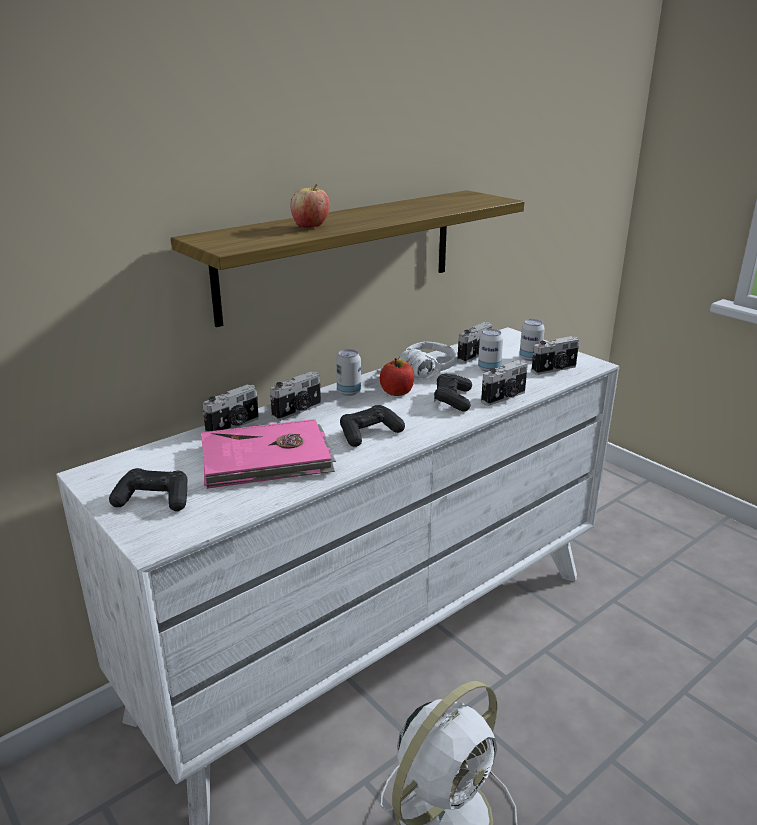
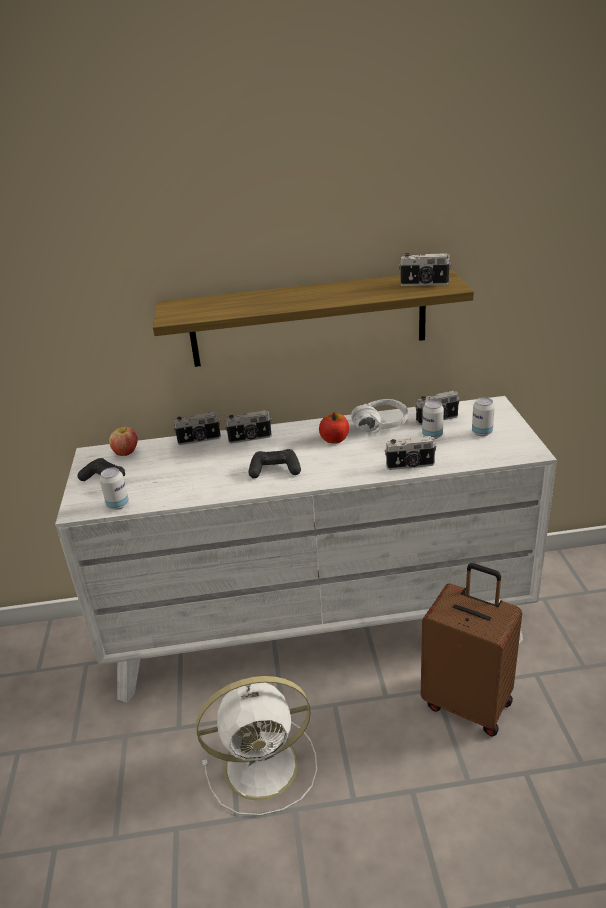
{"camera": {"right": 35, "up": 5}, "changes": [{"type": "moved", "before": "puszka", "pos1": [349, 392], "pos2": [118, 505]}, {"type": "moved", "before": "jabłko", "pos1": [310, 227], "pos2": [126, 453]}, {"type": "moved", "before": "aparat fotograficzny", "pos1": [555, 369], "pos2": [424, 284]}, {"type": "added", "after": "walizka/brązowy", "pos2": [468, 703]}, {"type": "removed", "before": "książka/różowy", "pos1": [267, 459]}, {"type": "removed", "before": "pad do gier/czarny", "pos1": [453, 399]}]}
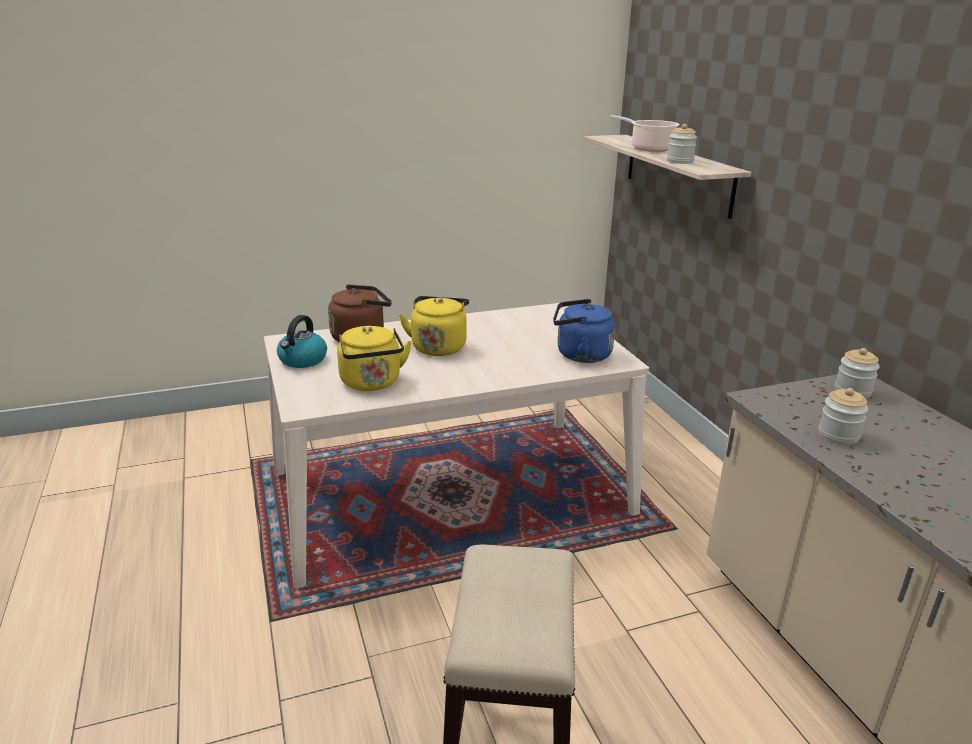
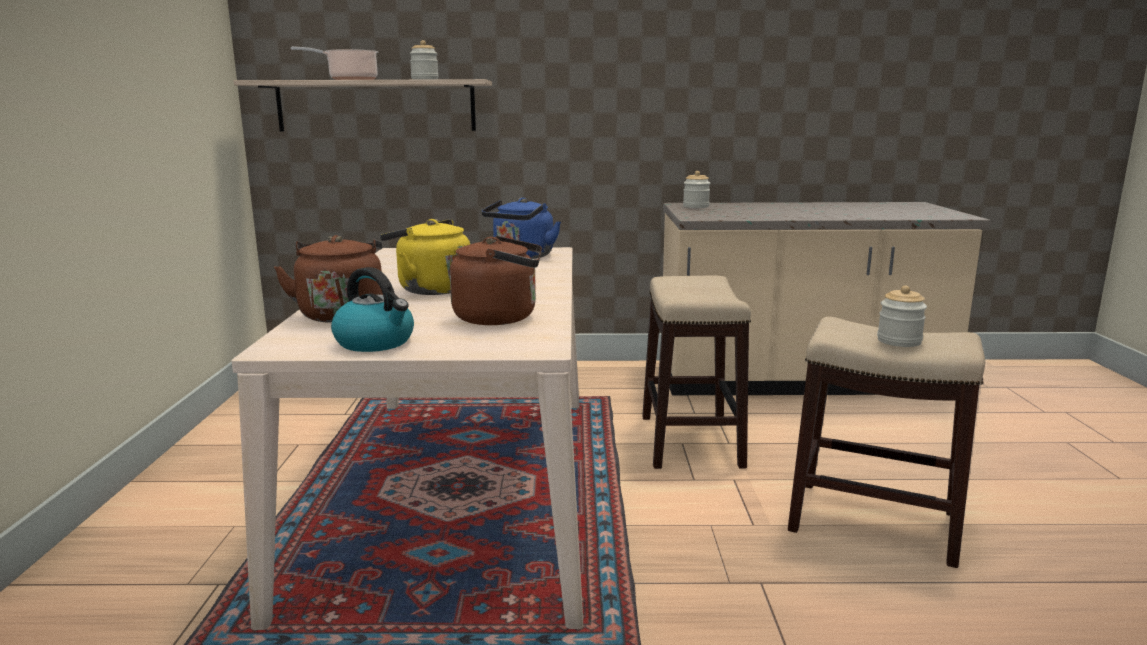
{"camera": {"right": -70, "up": -10}, "changes": [{"type": "recoloured", "before": "czajnik/żółty", "after": "czajnik/brązowy", "pos1": [372, 383], "pos2": [501, 317]}, {"type": "added", "after": "stołek", "pos2": [690, 441]}, {"type": "moved", "before": "słoik", "pos1": [838, 435], "pos2": [899, 341]}]}
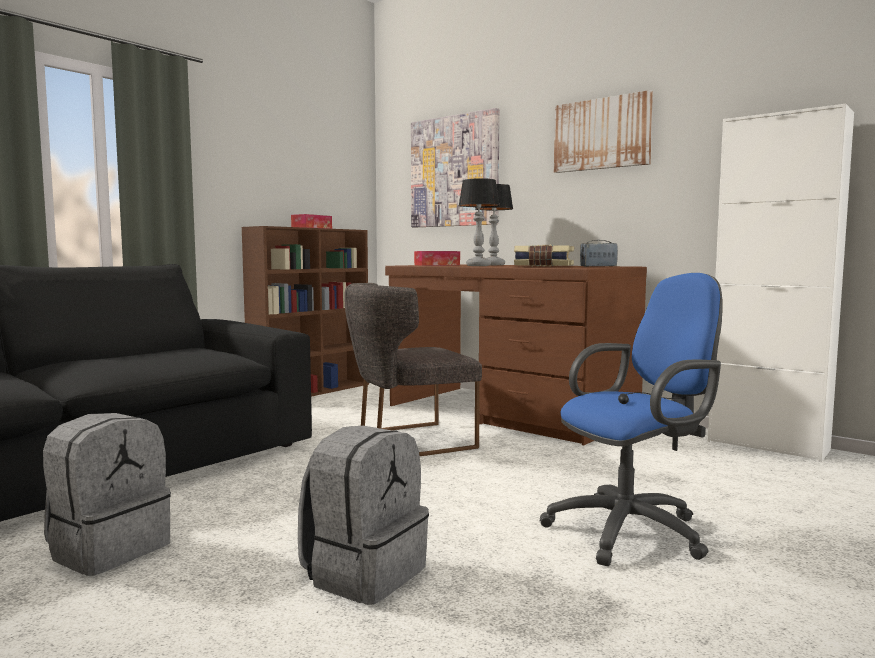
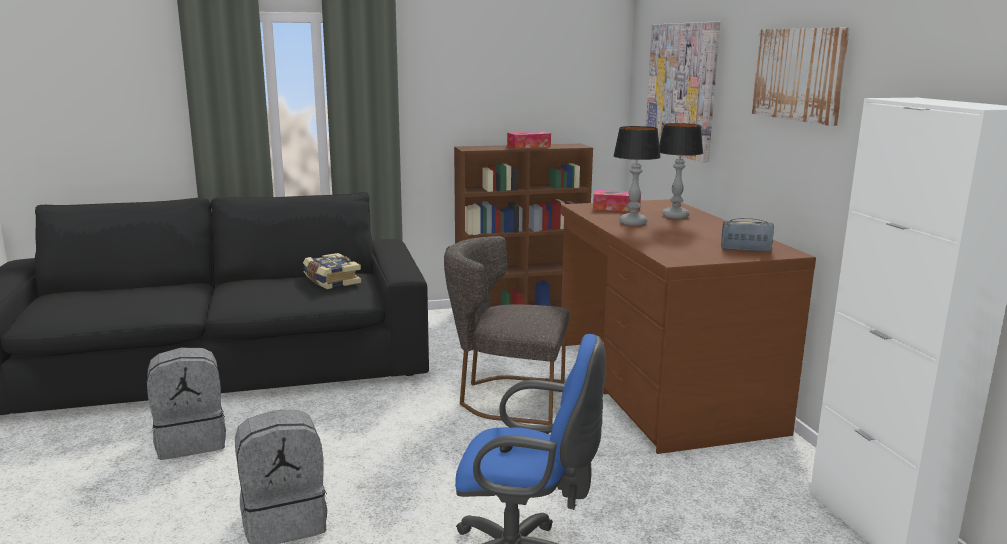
{"camera": {"right": 35, "up": 10}, "changes": [{"type": "moved", "before": "książka", "pos1": [543, 266], "pos2": [331, 281]}]}
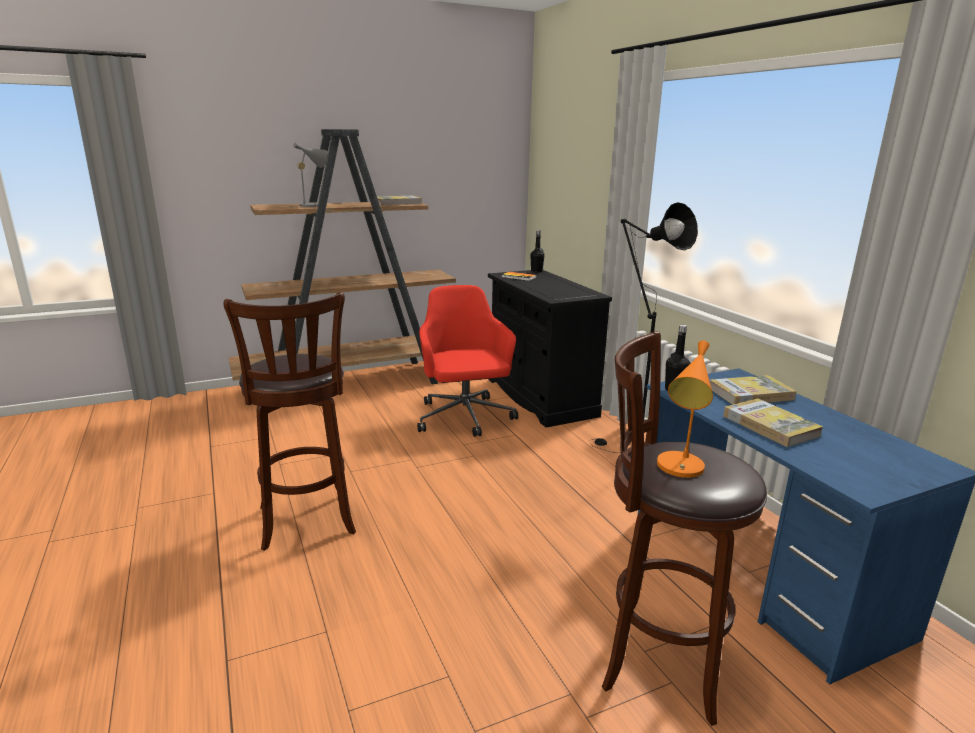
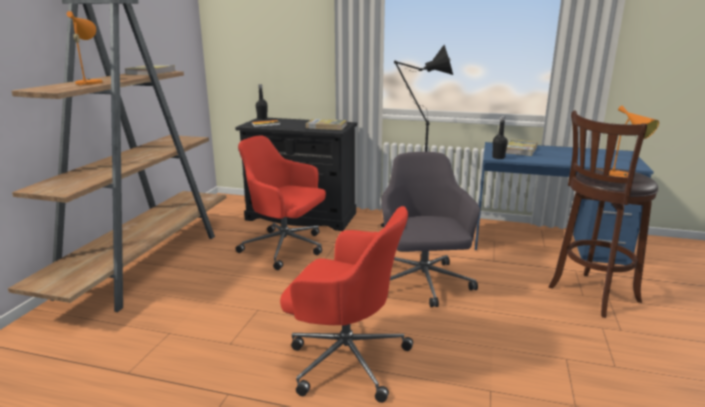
{"camera": {"right": -50, "up": 0}, "changes": [{"type": "recoloured", "before": "lampa stołowa/szary", "after": "lampa stołowa/pomarańczowy", "pos1": [313, 205], "pos2": [89, 82]}, {"type": "replaced", "before": "stołek/brązowy", "after": "krzesło biurowe/czerwony", "pos1": [307, 523], "pos2": [345, 358]}, {"type": "moved", "before": "książka", "pos1": [770, 425], "pos2": [326, 126]}, {"type": "added", "after": "krzesło biurowe/szary", "pos2": [422, 284]}]}
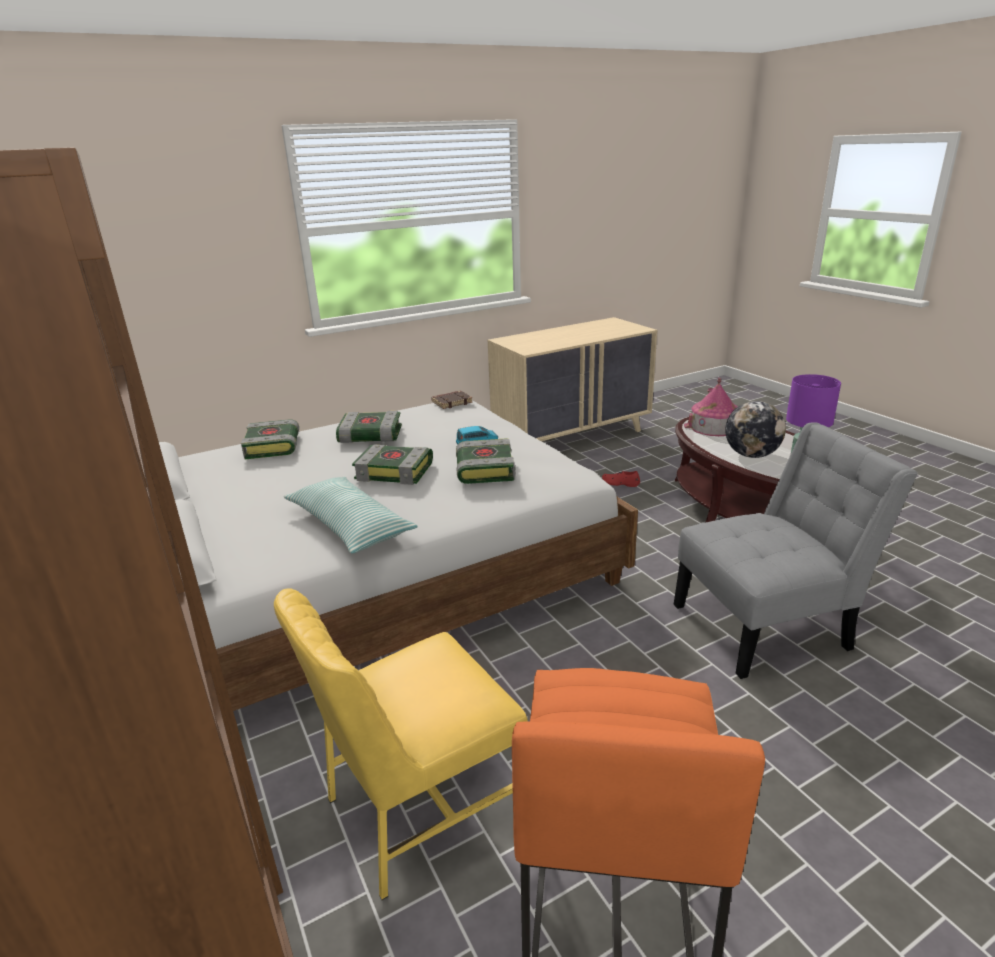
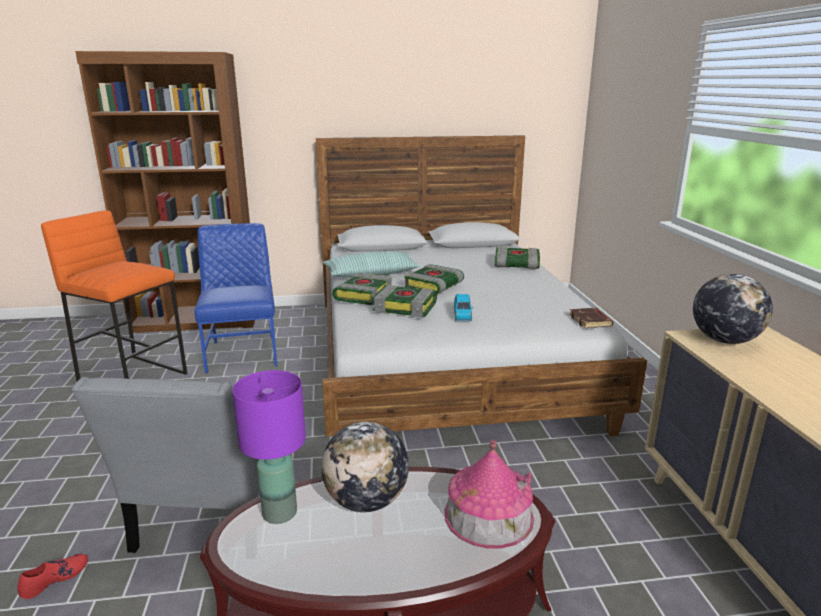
{"camera": {"right": 110, "up": -5}, "changes": [{"type": "moved", "before": "but/czerwony", "pos1": [620, 483], "pos2": [55, 579]}, {"type": "recoloured", "before": "krzesło/żółty", "after": "krzesło/niebieski", "pos1": [419, 807], "pos2": [243, 353]}, {"type": "moved", "before": "książka", "pos1": [369, 436], "pos2": [363, 295]}, {"type": "added", "after": "globus", "pos2": [724, 340]}]}
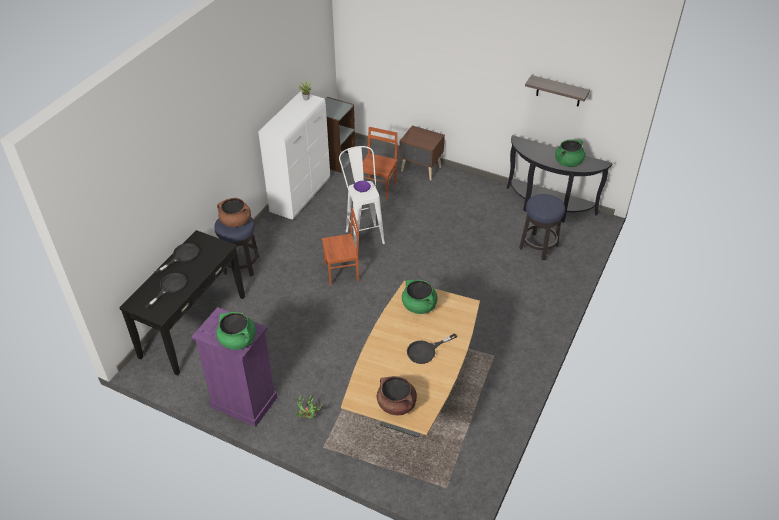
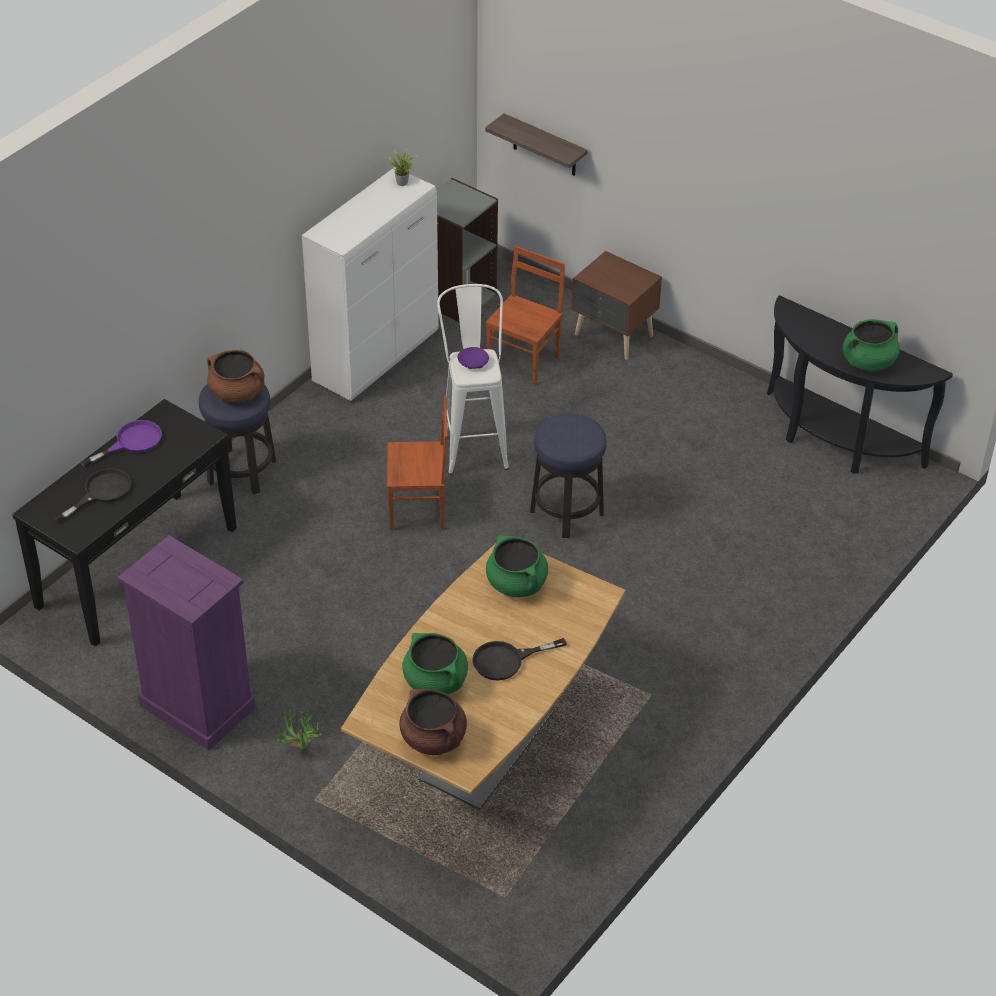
{"camera": {"right": 10, "up": 0}, "changes": [{"type": "recoloured", "before": "patelnia/czarny", "after": "patelnia/fioletowy", "pos1": [182, 256], "pos2": [131, 442]}, {"type": "moved", "before": "garnek/zielony", "pos1": [238, 340], "pos2": [436, 682]}, {"type": "moved", "before": "półka", "pos1": [558, 91], "pos2": [544, 146]}, {"type": "moved", "before": "stołek", "pos1": [538, 247], "pos2": [567, 512]}]}
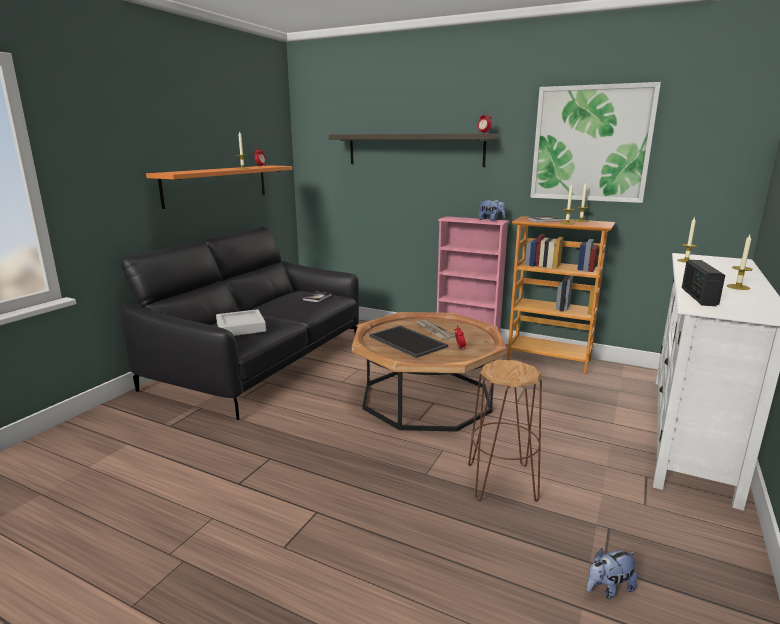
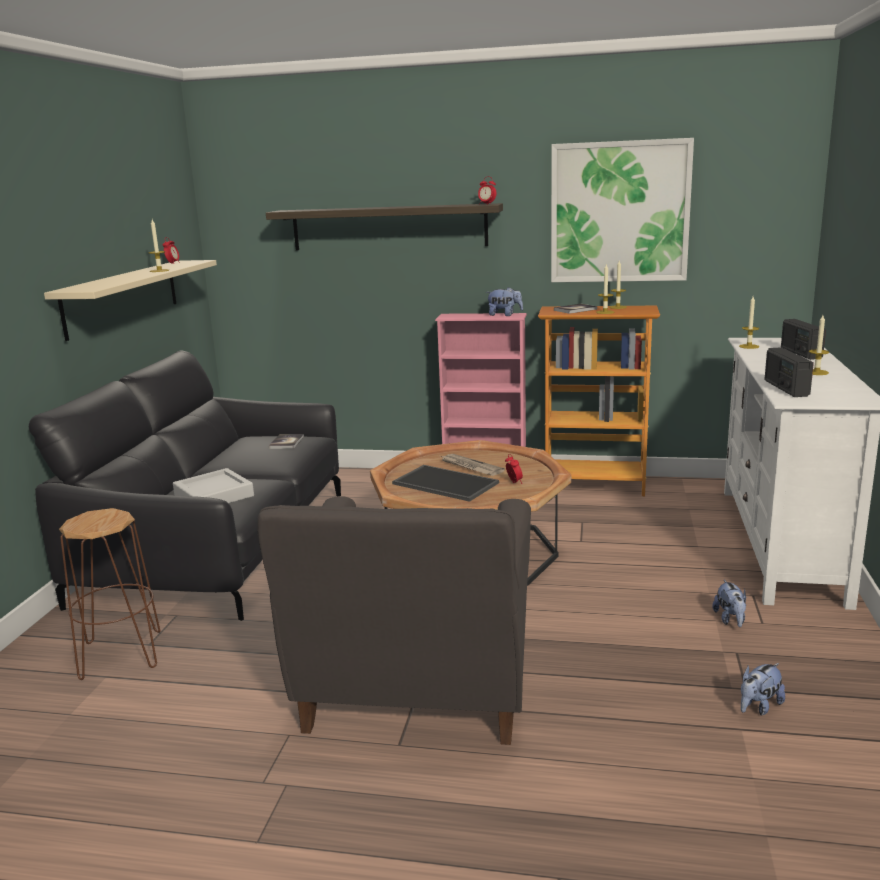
{"camera": {"right": -15, "up": 0}, "changes": [{"type": "recoloured", "before": "półka/pomarańczowy", "after": "półka/beżowy", "pos1": [217, 185], "pos2": [122, 297]}, {"type": "moved", "before": "stołek/brązowy", "pos1": [502, 482], "pos2": [121, 655]}, {"type": "added", "after": "fotel/szary", "pos2": [416, 693]}, {"type": "added", "after": "pluszak", "pos2": [730, 620]}, {"type": "added", "after": "radio", "pos2": [800, 353]}]}
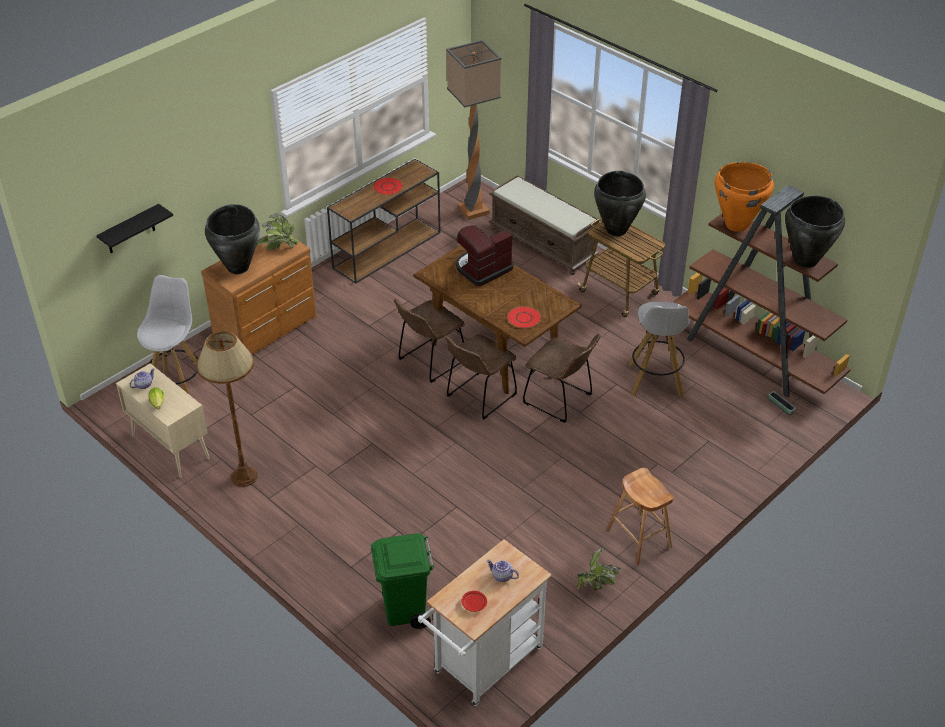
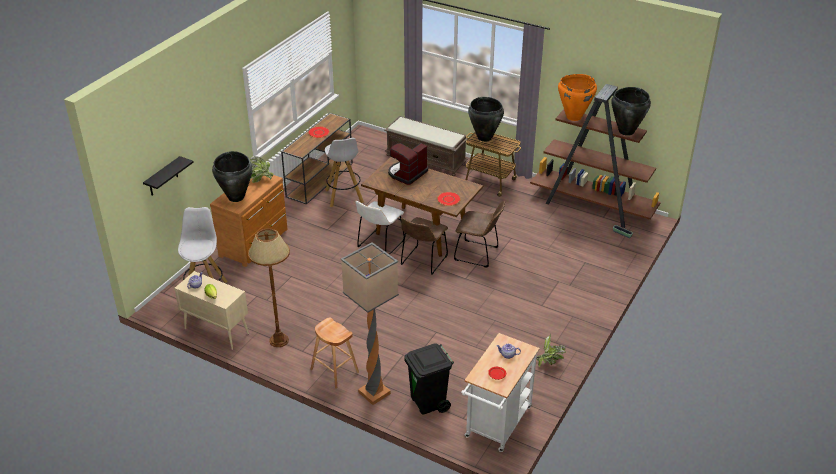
{"camera": {"right": -15, "up": -5}, "changes": [{"type": "moved", "before": "stołek/brązowy", "pos1": [639, 539], "pos2": [334, 371]}, {"type": "moved", "before": "stołek/biały", "pos1": [655, 381], "pos2": [344, 197]}, {"type": "moved", "before": "lampa stojąca", "pos1": [473, 210], "pos2": [374, 392]}, {"type": "recoloured", "before": "krzesło/brązowy", "after": "krzesło/biały", "pos1": [429, 362], "pos2": [379, 245]}, {"type": "recoloured", "before": "kosz na śmieci/zielony", "after": "kosz na śmieci/czarny", "pos1": [405, 610], "pos2": [429, 403]}]}
